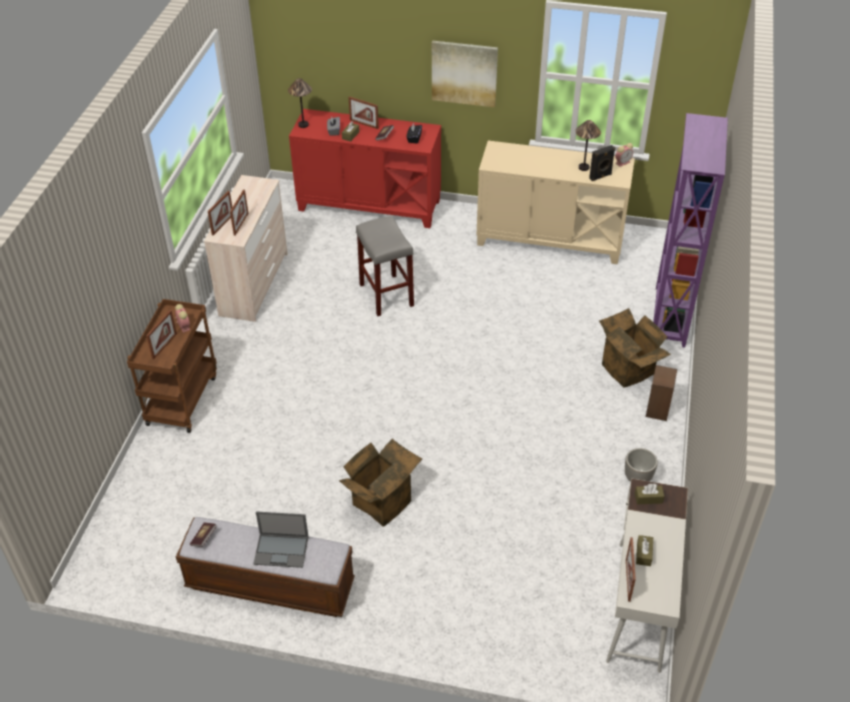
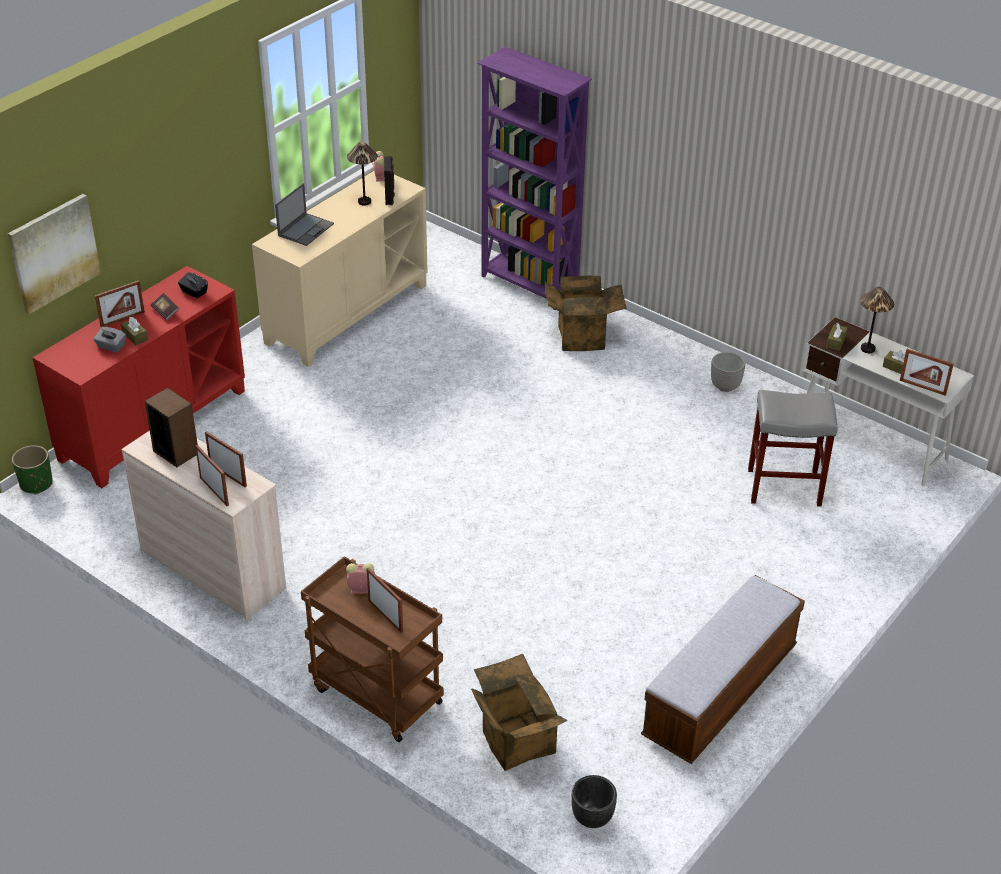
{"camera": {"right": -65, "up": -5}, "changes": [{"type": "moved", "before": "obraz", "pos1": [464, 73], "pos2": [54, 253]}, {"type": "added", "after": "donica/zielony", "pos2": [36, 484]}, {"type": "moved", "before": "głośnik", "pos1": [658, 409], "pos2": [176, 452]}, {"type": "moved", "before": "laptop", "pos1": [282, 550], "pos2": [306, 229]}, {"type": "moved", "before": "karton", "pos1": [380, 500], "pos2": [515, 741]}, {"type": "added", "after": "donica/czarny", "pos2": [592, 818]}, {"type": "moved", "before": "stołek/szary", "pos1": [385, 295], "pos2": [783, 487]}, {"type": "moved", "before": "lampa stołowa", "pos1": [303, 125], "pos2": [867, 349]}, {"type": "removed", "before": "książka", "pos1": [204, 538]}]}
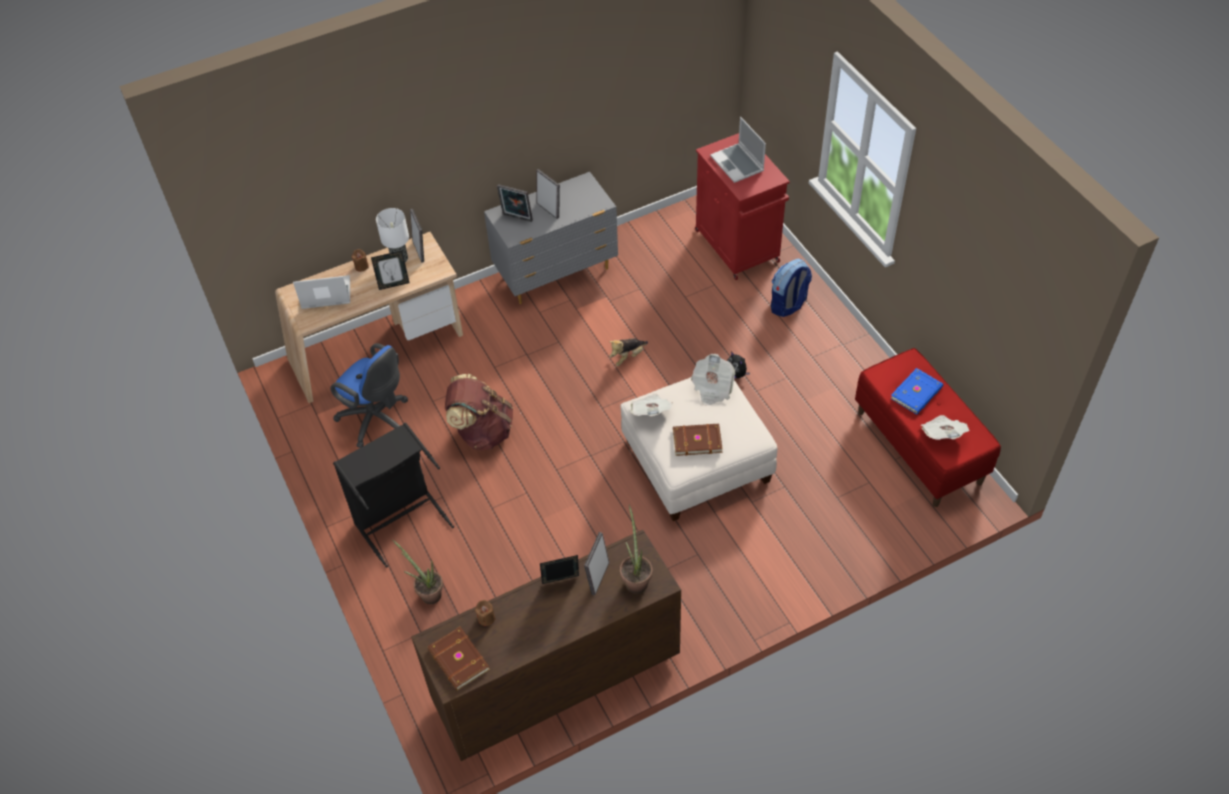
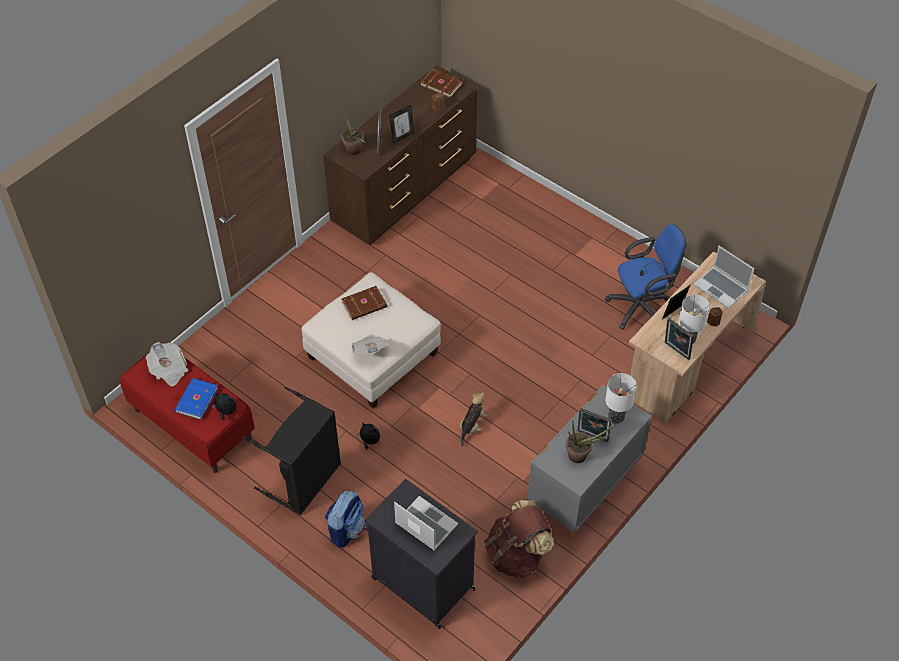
{"camera": {"right": 155, "up": 0}, "changes": [{"type": "added", "after": "pluszak", "pos2": [226, 412]}, {"type": "moved", "before": "kosz na pranie/czarny", "pos1": [399, 518], "pos2": [305, 481]}, {"type": "recoloured", "before": "szafka/czerwony", "after": "szafka/czarny", "pos1": [738, 247], "pos2": [421, 582]}, {"type": "moved", "before": "plecak/brązowy", "pos1": [482, 431], "pos2": [516, 555]}, {"type": "moved", "before": "roślina doniczkowa", "pos1": [427, 593], "pos2": [581, 456]}, {"type": "turned", "before": "krzesło biurowe/niebieski", "pos1": [377, 420], "pos2": [642, 307], "turn": 150}, {"type": "replaced", "before": "ramka na zdjęcie", "after": "lampa stołowa", "pos1": [516, 218], "pos2": [616, 417]}, {"type": "turned", "before": "laptop", "pos1": [325, 294], "pos2": [721, 288], "turn": 75}, {"type": "removed", "before": "gazeta", "pos1": [650, 412]}]}
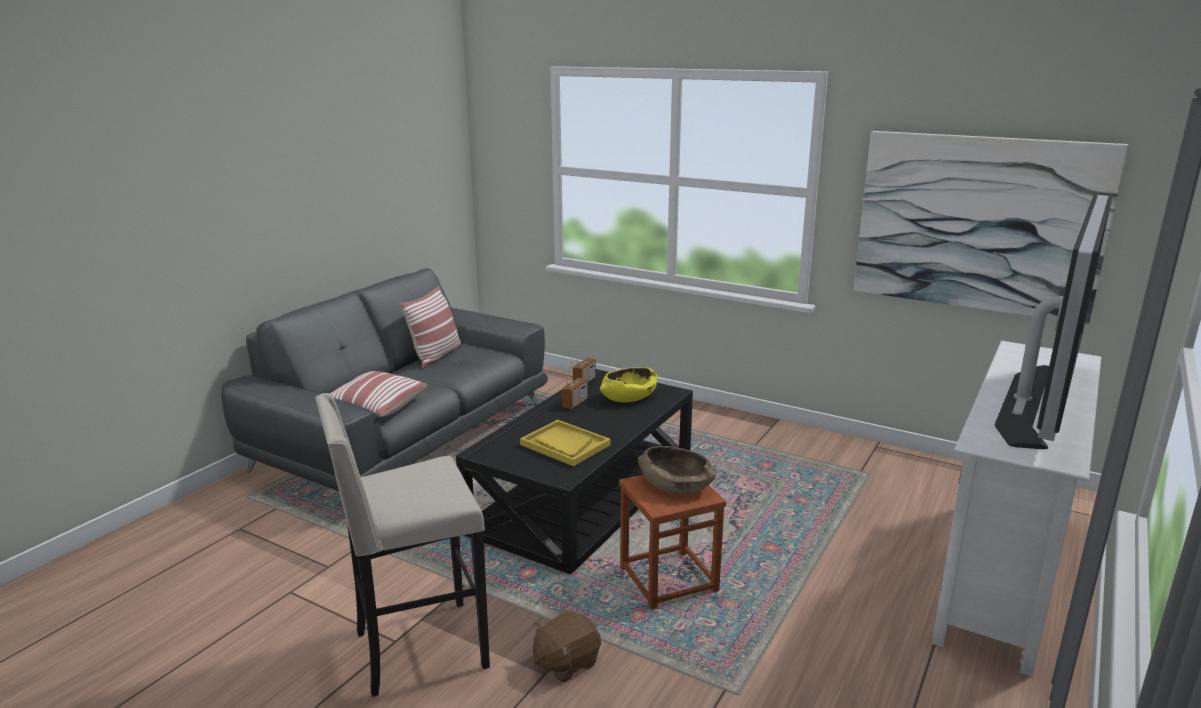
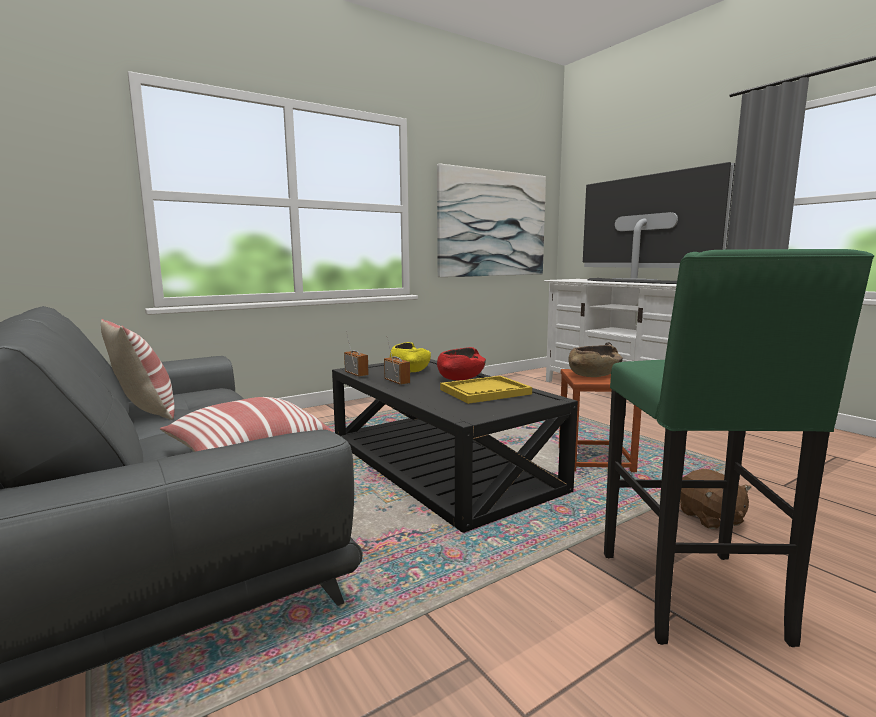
{"camera": {"right": -65, "up": -10}, "changes": [{"type": "added", "after": "miska/czerwony", "pos2": [460, 377]}, {"type": "recoloured", "before": "stołek/beżowy", "after": "stołek/zielony", "pos1": [417, 650], "pos2": [694, 598]}]}
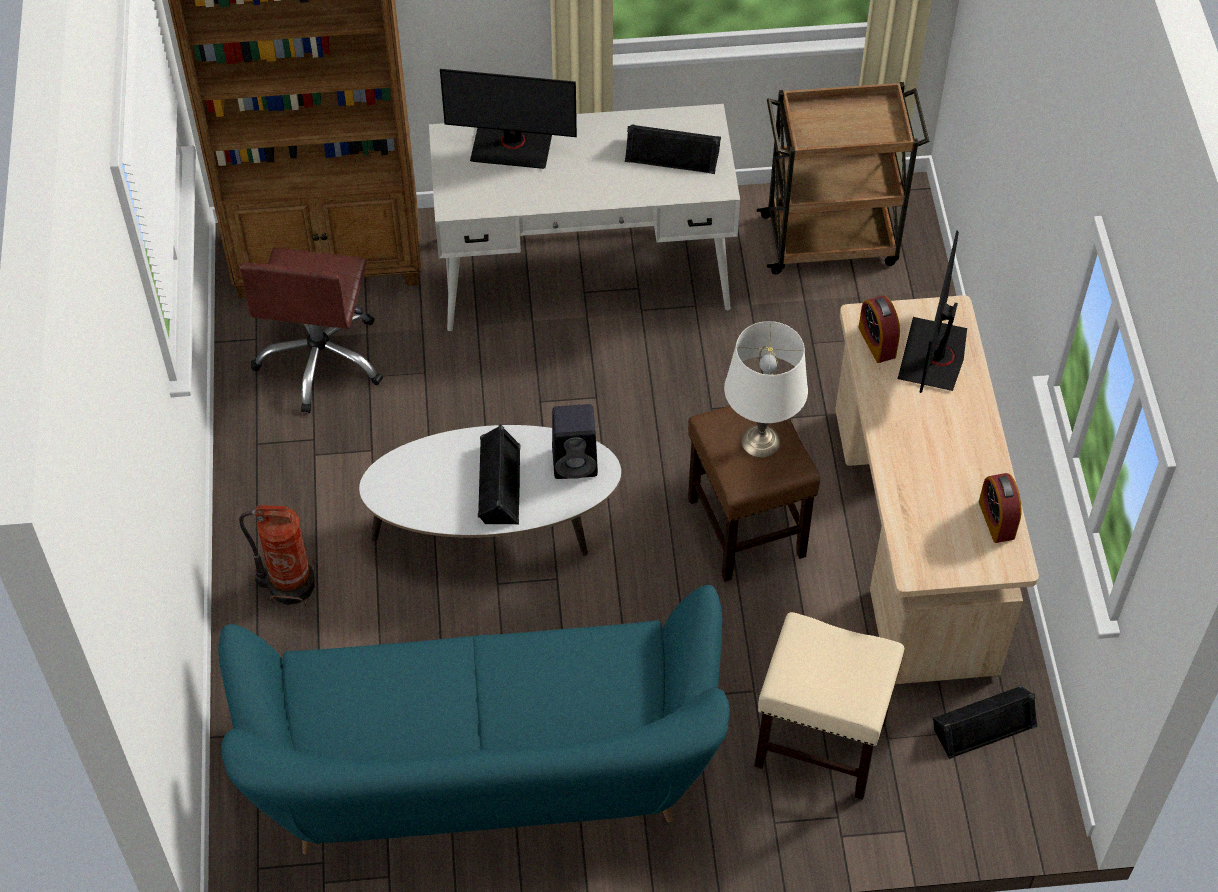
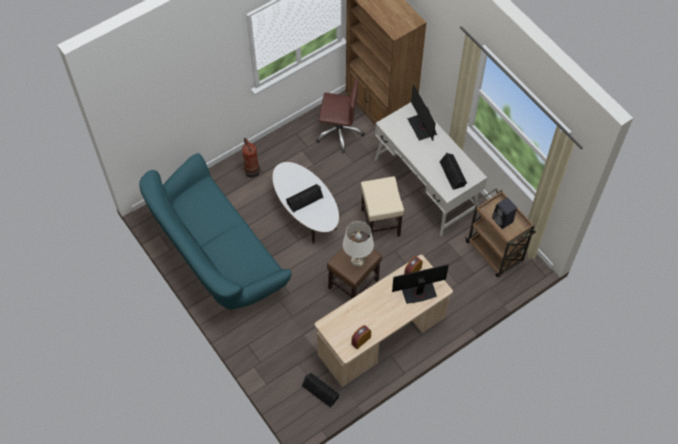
{"camera": {"right": 60, "up": 5}, "changes": [{"type": "turned", "before": "krzesło biurowe/brązowy", "pos1": [321, 359], "pos2": [339, 132], "turn": -150}, {"type": "moved", "before": "stołek/beżowy", "pos1": [818, 743], "pos2": [380, 222]}, {"type": "moved", "before": "głośnik/czarny", "pos1": [576, 462], "pos2": [503, 220]}]}
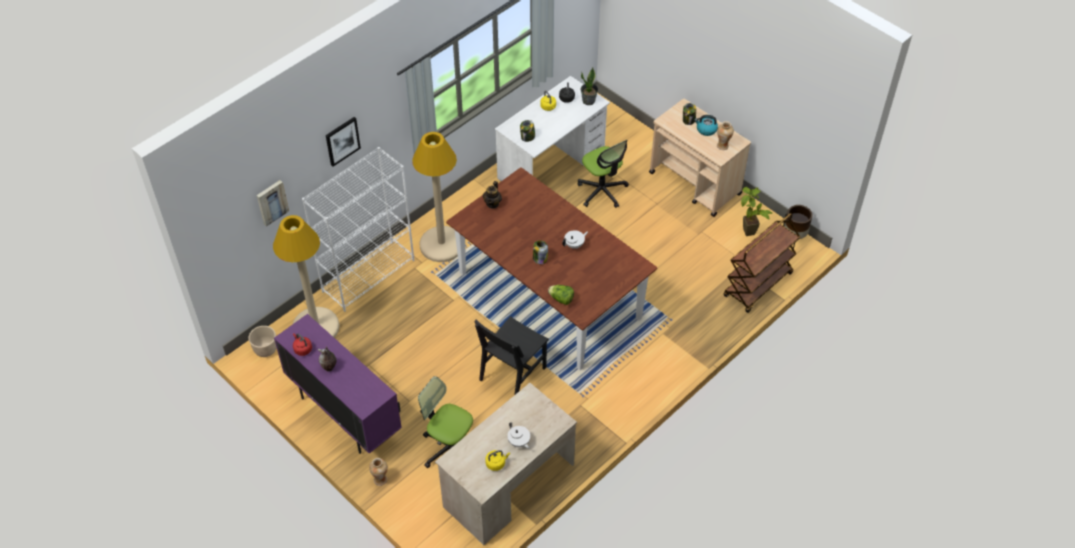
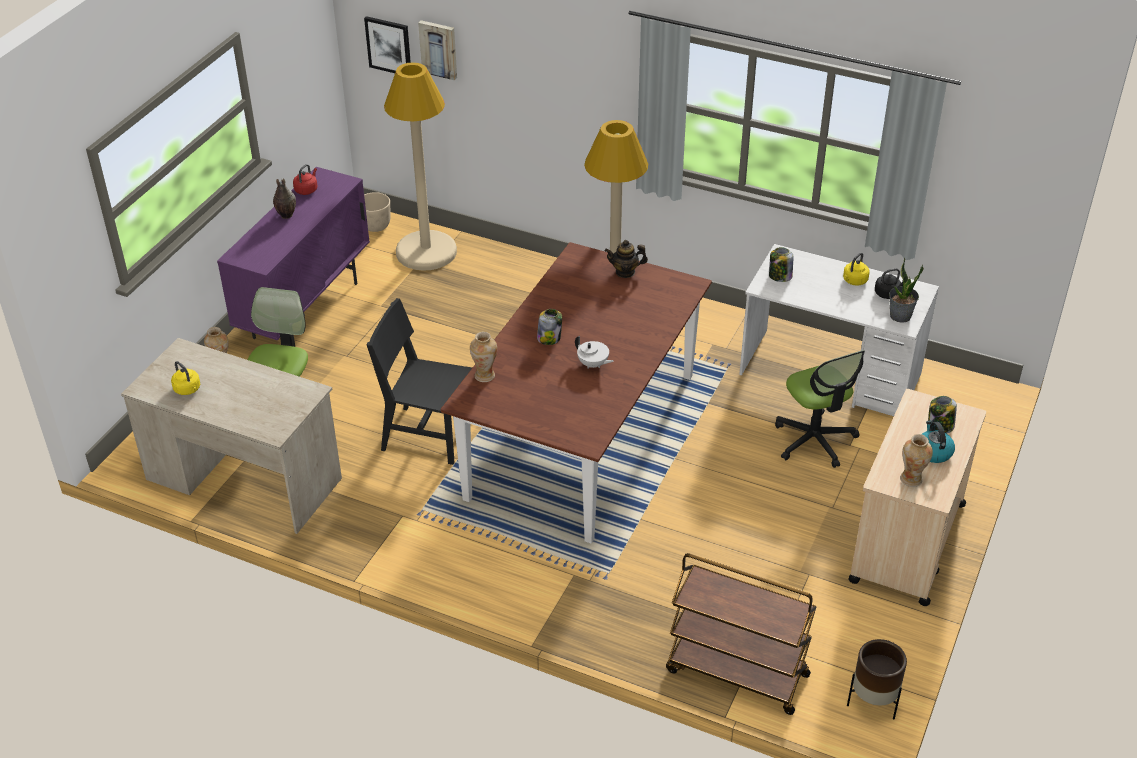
{"camera": {"right": 70, "up": -10}, "changes": [{"type": "moved", "before": "obraz", "pos1": [342, 141], "pos2": [389, 45]}, {"type": "replaced", "before": "sałata", "after": "wazon", "pos1": [561, 299], "pos2": [484, 375]}, {"type": "turned", "before": "krzesło biurowe", "pos1": [602, 191], "pos2": [815, 440], "turn": -60}, {"type": "removed", "before": "regał/biały", "pos1": [369, 275]}, {"type": "removed", "before": "imbryk/biały", "pos1": [519, 442]}, {"type": "removed", "before": "roślina doniczkowa", "pos1": [749, 236]}]}
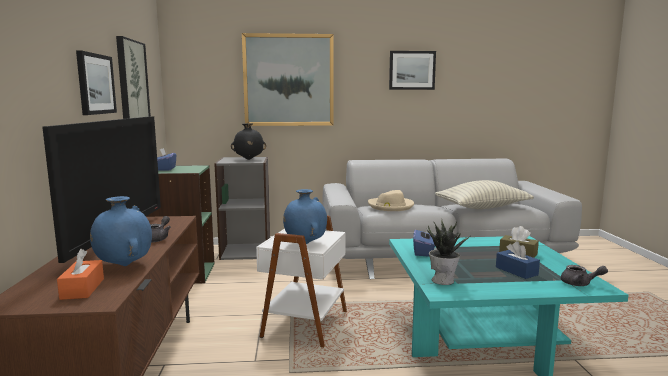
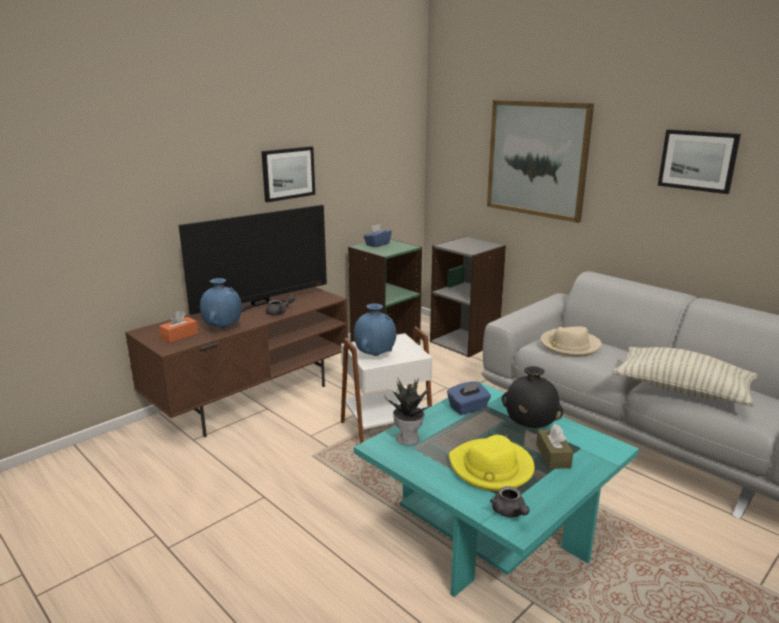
{"camera": {"right": 50, "up": 10}, "changes": [{"type": "replaced", "before": "pudełko chusteczek/niebieski", "after": "kapelusz/żółty", "pos1": [516, 271], "pos2": [491, 468]}, {"type": "moved", "before": "wazon/czarny", "pos1": [248, 159], "pos2": [529, 426]}, {"type": "removed", "before": "obraz", "pos1": [132, 82]}]}
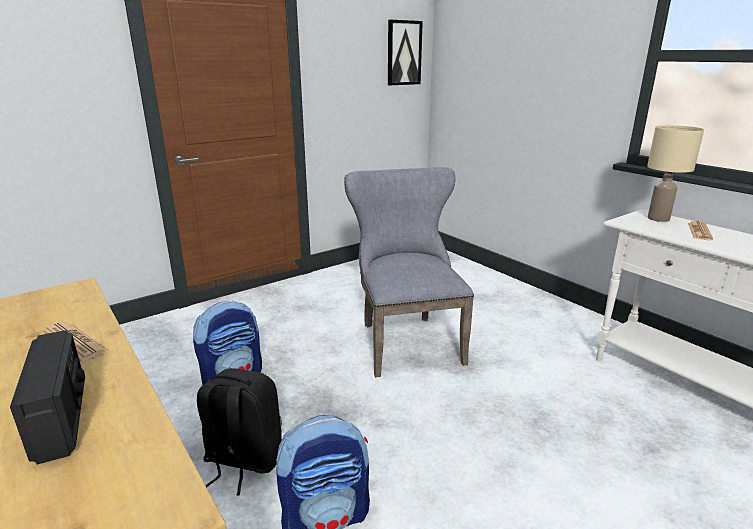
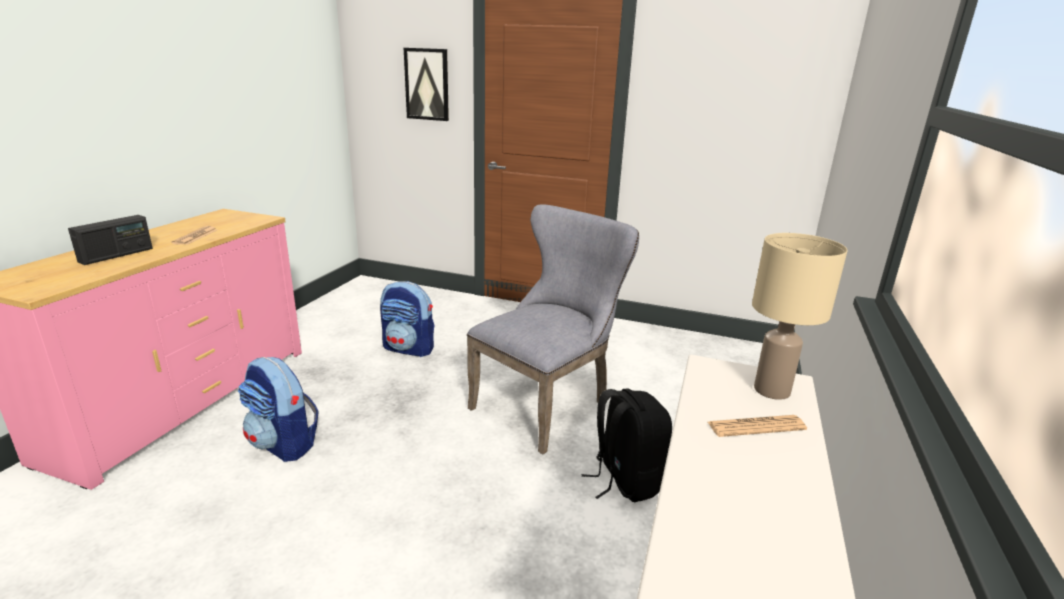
{"camera": {"right": 55, "up": 0}, "changes": [{"type": "moved", "before": "obraz", "pos1": [403, 53], "pos2": [427, 84]}, {"type": "moved", "before": "plecak/czarny", "pos1": [243, 461], "pos2": [625, 480]}]}
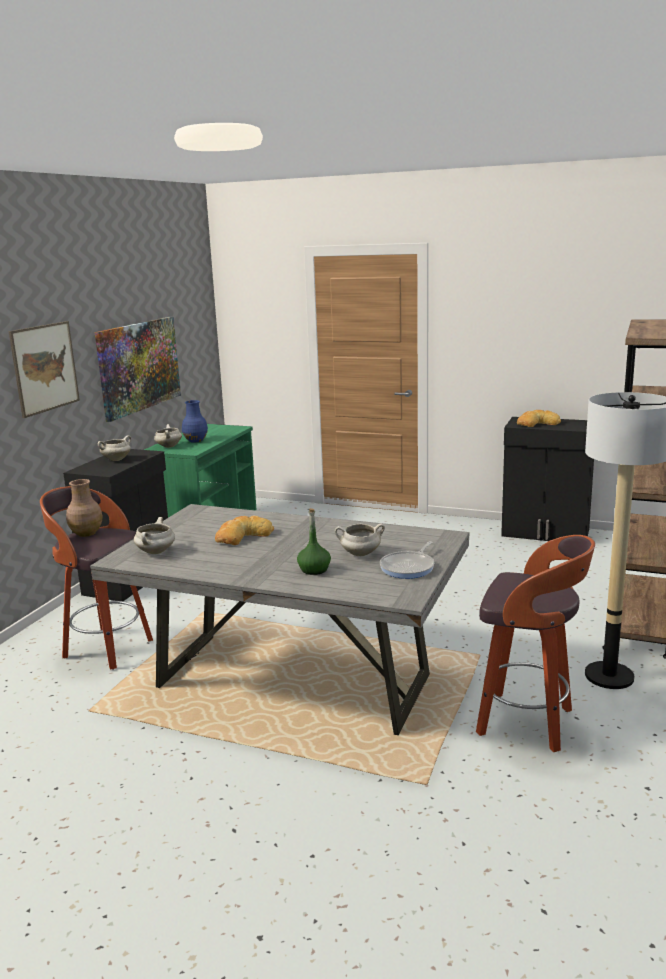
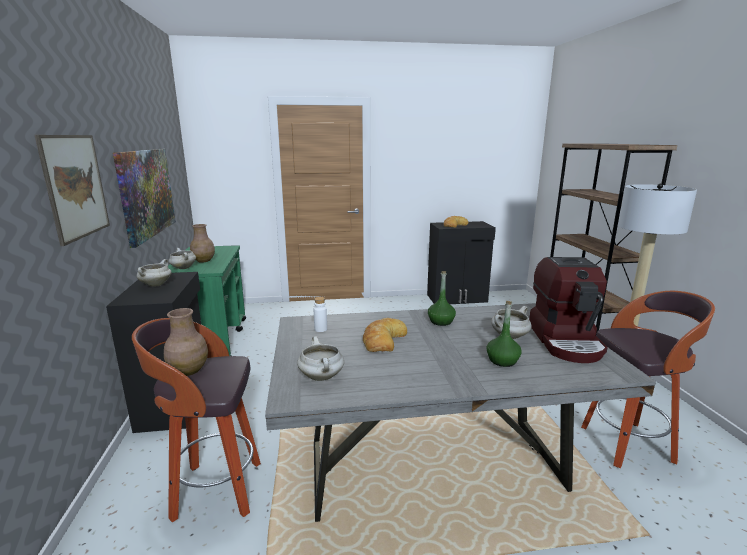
{"camera": {"right": -30, "up": 0}, "changes": [{"type": "recoloured", "before": "wazon/niebieski", "after": "wazon/brązowy", "pos1": [196, 440], "pos2": [204, 260]}, {"type": "added", "after": "butelka/biały", "pos2": [320, 329]}, {"type": "added", "after": "butelka/zielony", "pos2": [441, 321]}, {"type": "replaced", "before": "patelnia", "after": "ekspres do kawy", "pos1": [409, 567], "pos2": [566, 341]}]}
